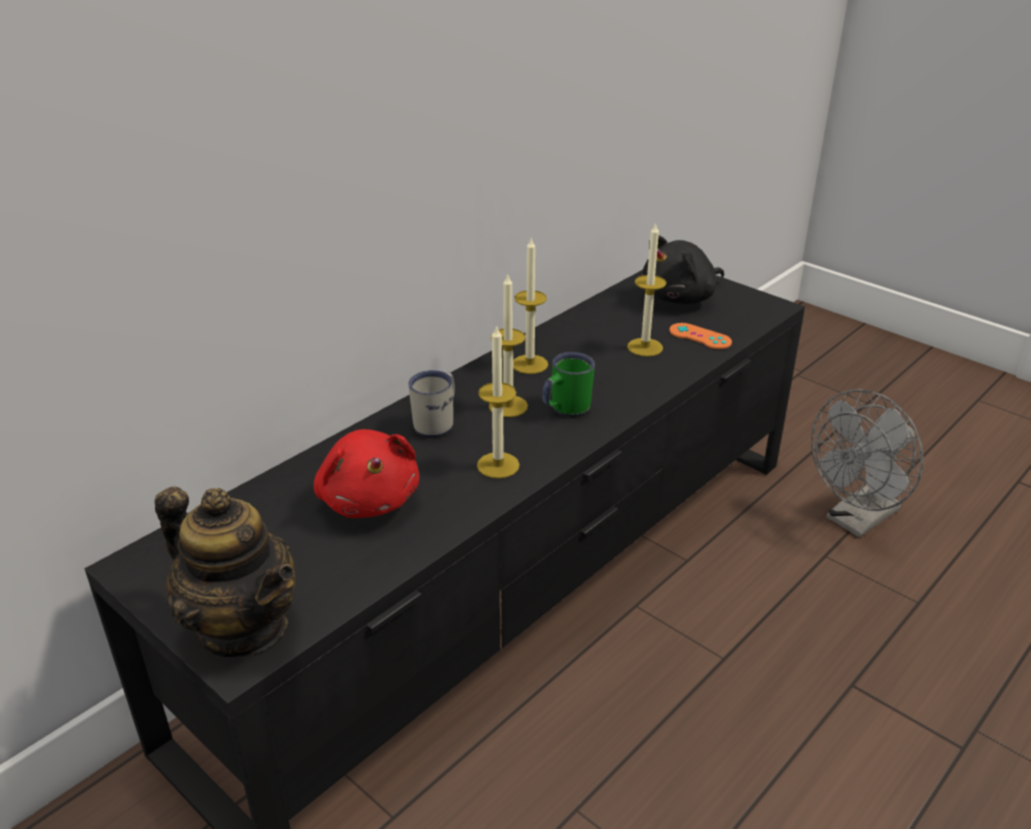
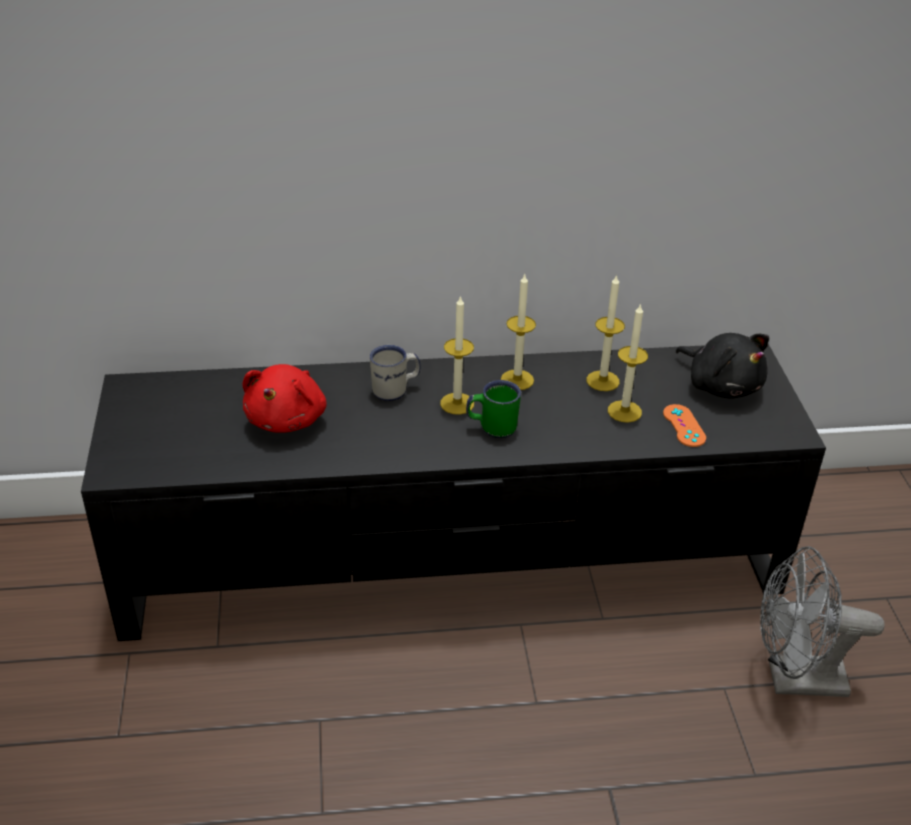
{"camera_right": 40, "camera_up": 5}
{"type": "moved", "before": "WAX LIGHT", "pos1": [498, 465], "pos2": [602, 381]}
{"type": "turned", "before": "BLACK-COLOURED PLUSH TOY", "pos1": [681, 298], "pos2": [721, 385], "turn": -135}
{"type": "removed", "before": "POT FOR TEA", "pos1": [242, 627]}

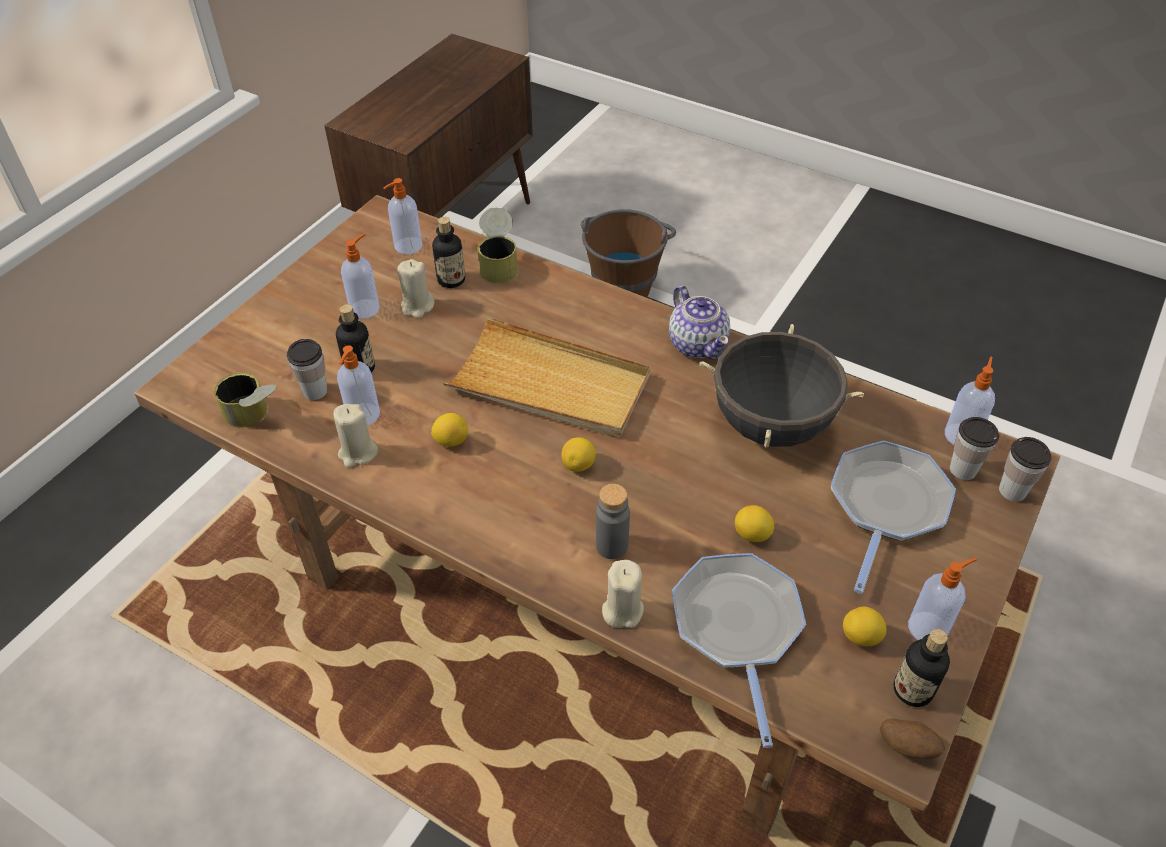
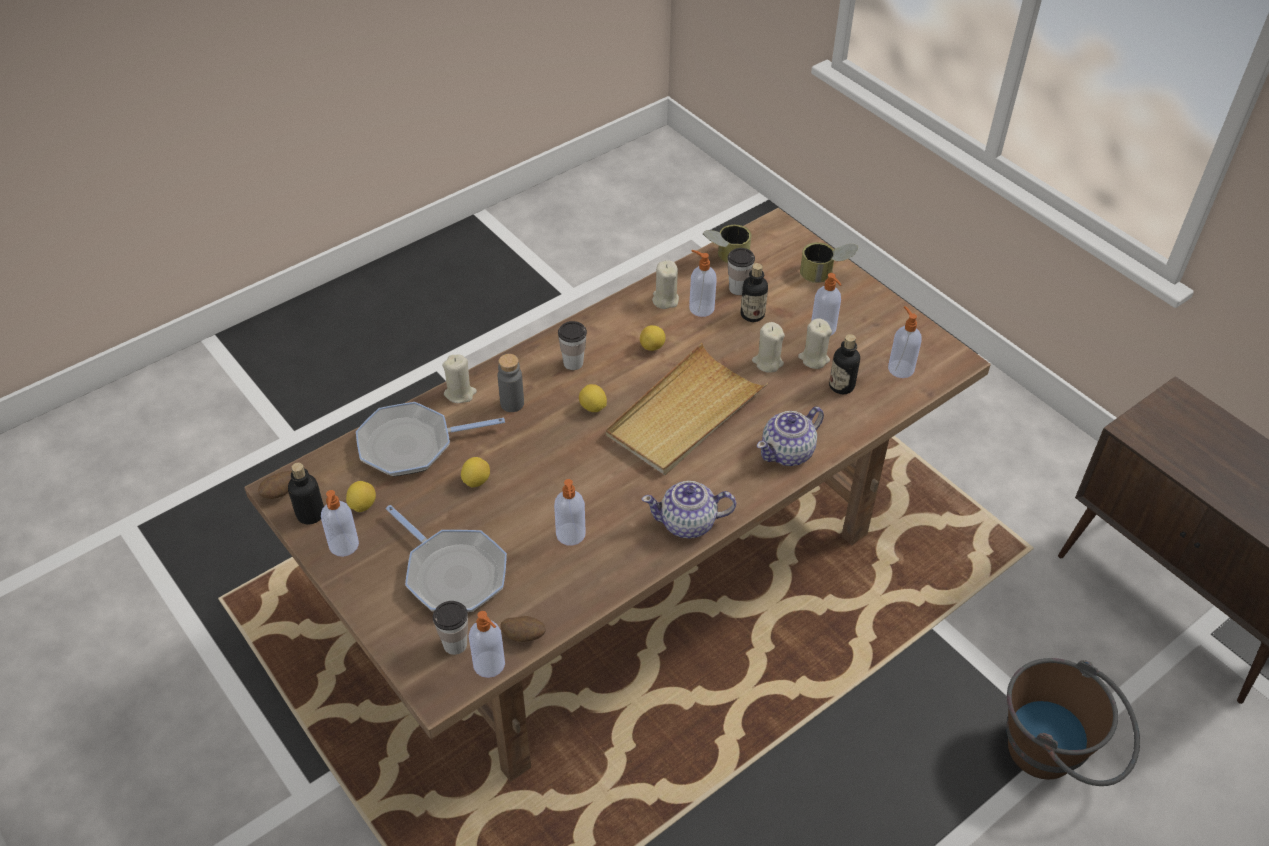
{"camera_right": 110, "camera_up": 0}
{"type": "turned", "before": "PAN", "pos1": [737, 627], "pos2": [411, 445], "turn": 150}
{"type": "added", "after": "WHOLE POTATO", "pos2": [524, 636]}
{"type": "replaced", "before": "BLACK-COLOURED STOCKPOT", "after": "SOAP BOTTLE", "pos1": [770, 425], "pos2": [571, 535]}
{"type": "moved", "before": "DRINKING CUP", "pos1": [1012, 490], "pos2": [573, 363]}
{"type": "added", "after": "BEIGE WAX LIGHT", "pos2": [767, 362]}
{"type": "added", "after": "POT FOR TEA", "pos2": [788, 452]}
{"type": "moved", "before": "METAL CAN", "pos1": [499, 263], "pos2": [826, 274]}

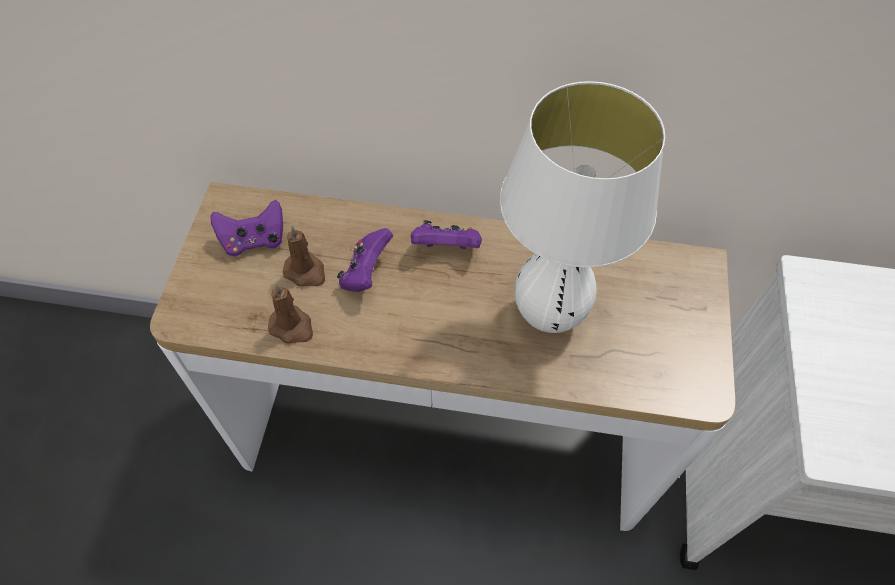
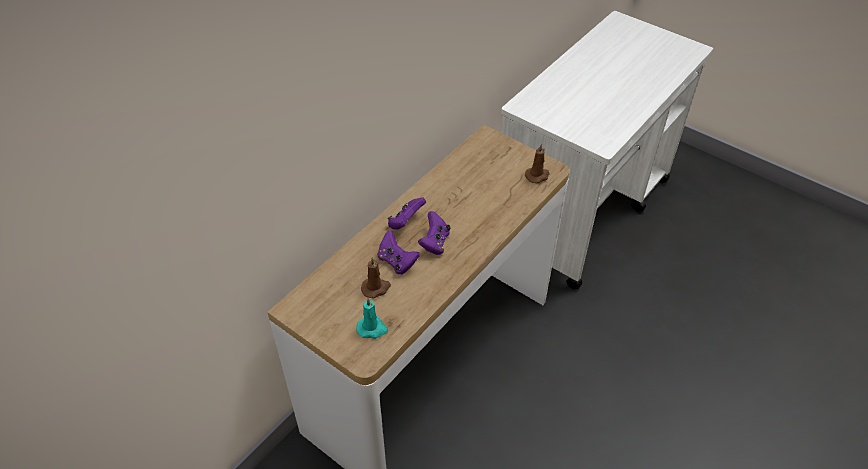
{"camera_right": -60, "camera_up": -10}
{"type": "added", "after": "BLUE-GREEN WAX LIGHT", "pos2": [372, 329]}
{"type": "moved", "before": "PURPLE-COLOURED JOYPAD", "pos1": [254, 240], "pos2": [434, 243]}
{"type": "moved", "before": "BROWN-COLOURED WAX LIGHT", "pos1": [292, 327], "pos2": [537, 176]}
{"type": "removed", "before": "WHITE TABLE LAMP", "pos1": [548, 315]}

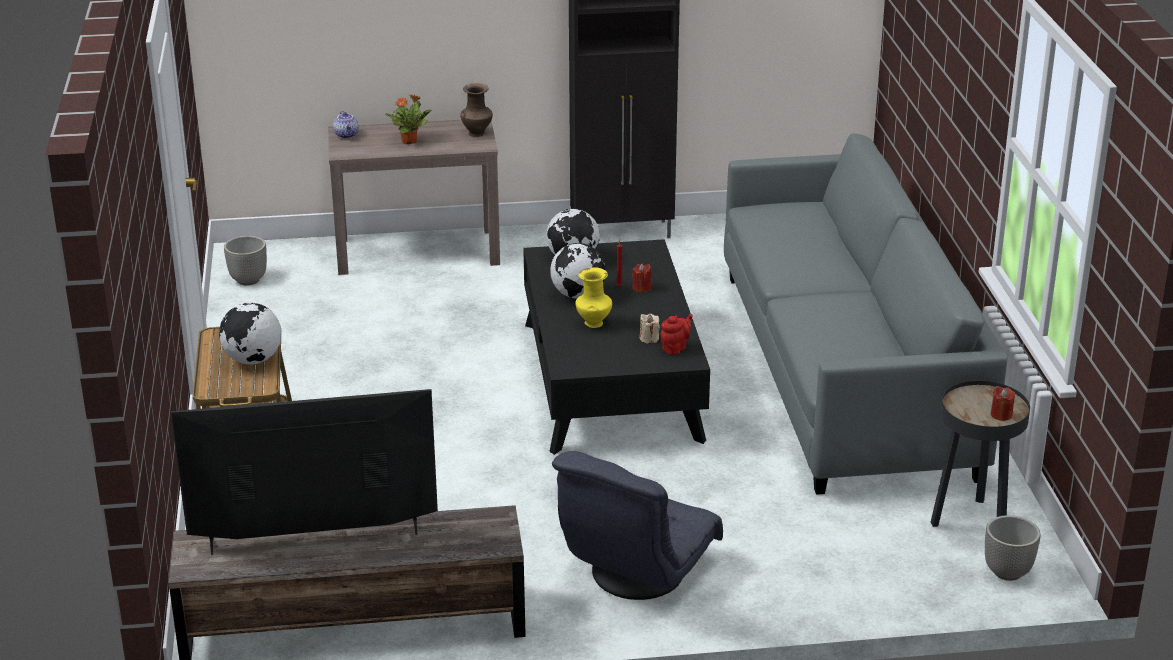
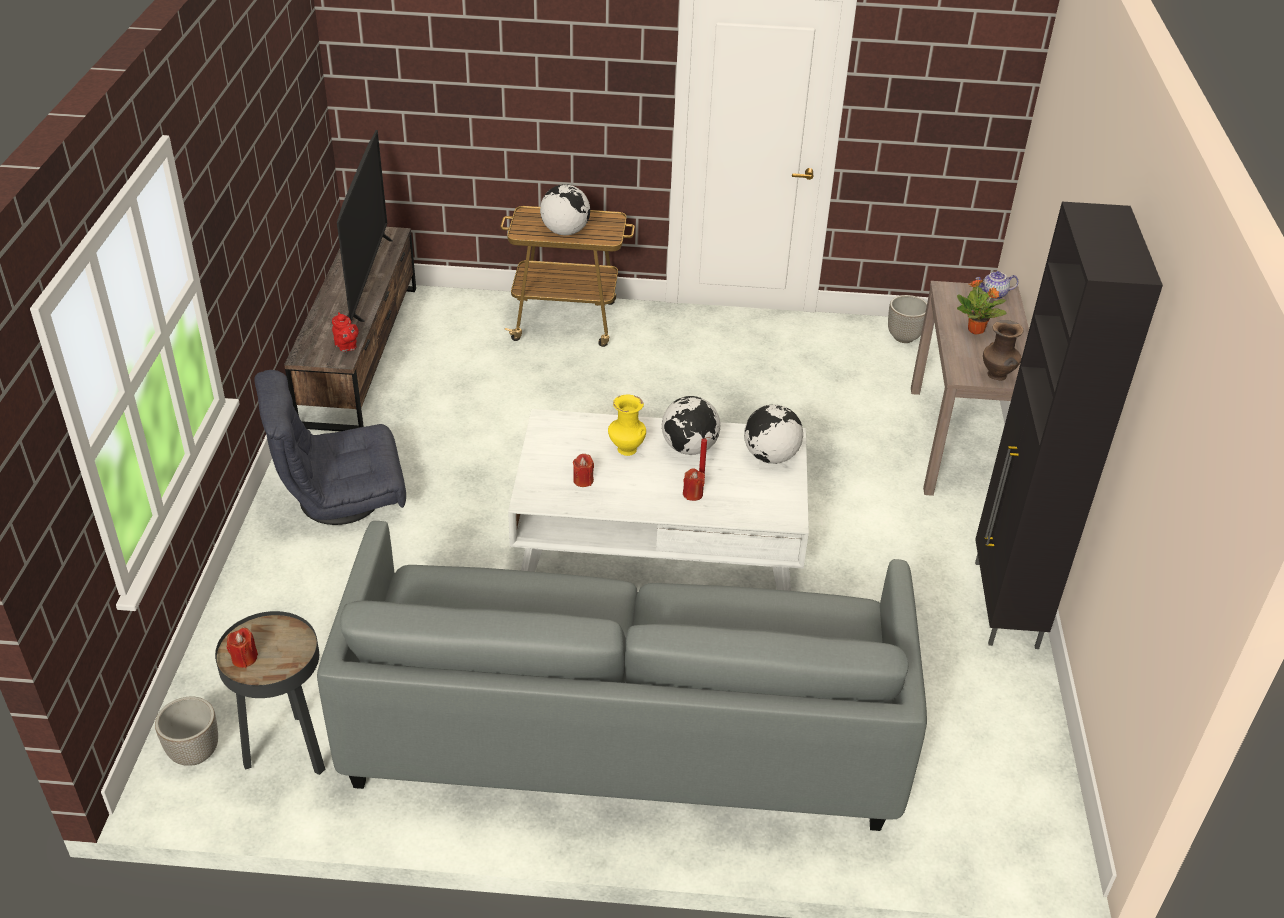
{"camera_right": 100, "camera_up": 10}
{"type": "turned", "before": "GREY ARMCHAIR", "pos1": [635, 572], "pos2": [341, 498], "turn": -60}
{"type": "moved", "before": "RED POT FOR TEA", "pos1": [675, 348], "pos2": [346, 347]}
{"type": "recoloured", "before": "BLACK-COLOURED LOUNGE TABLE", "after": "WHITE LOUNGE TABLE", "pos1": [611, 381], "pos2": [658, 536]}
{"type": "recoloured", "before": "BEIGE WAX LIGHT", "after": "RED WAX LIGHT", "pos1": [649, 339], "pos2": [583, 480]}

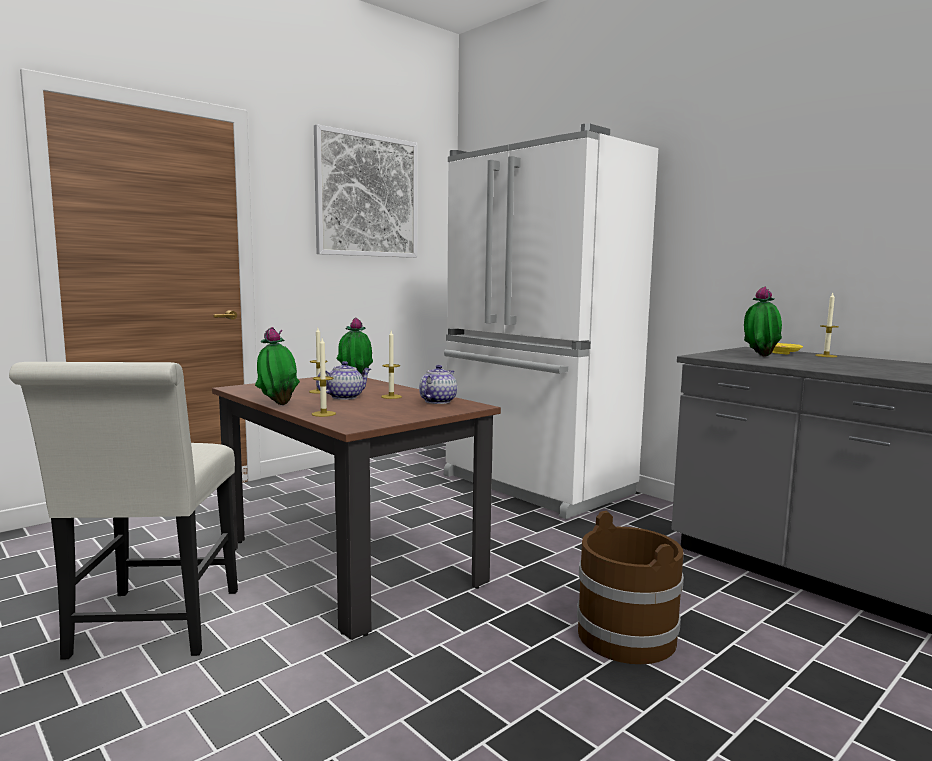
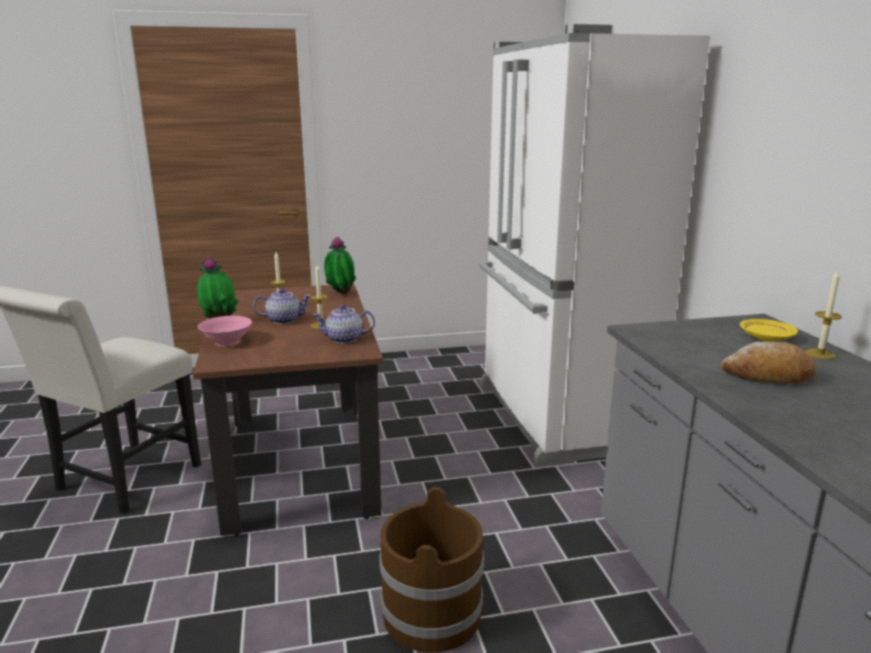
{"camera_right": 30, "camera_up": 10}
{"type": "replaced", "before": "WAX LIGHT", "after": "PINK BOWL", "pos1": [323, 414], "pos2": [226, 342]}
{"type": "turned", "before": "POT FOR TEA", "pos1": [437, 401], "pos2": [344, 339], "turn": -150}
{"type": "added", "after": "BAKERY BREAD", "pos2": [768, 376]}
{"type": "removed", "before": "WALL ART", "pos1": [367, 196]}
{"type": "removed", "before": "POTTED PLANT", "pos1": [759, 356]}

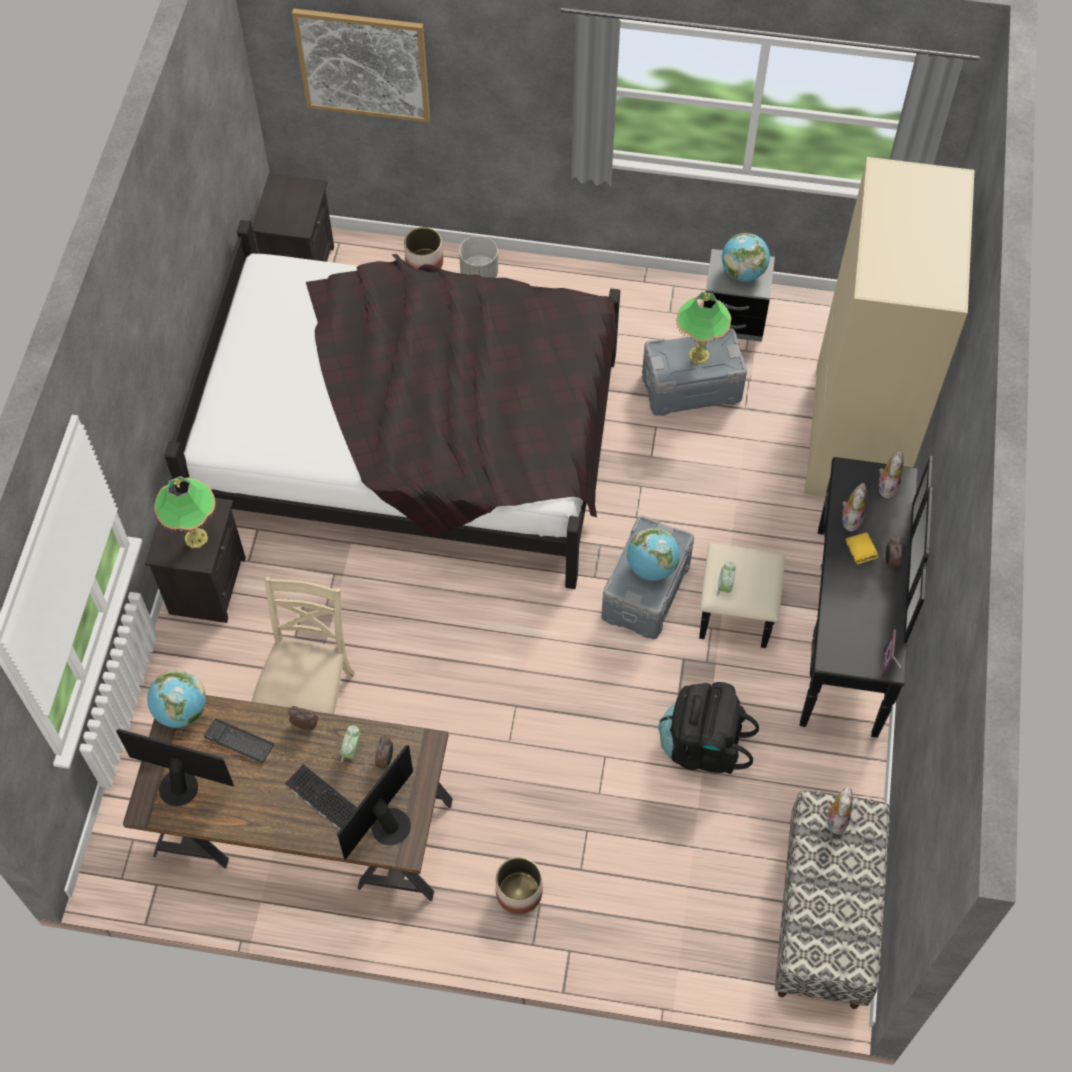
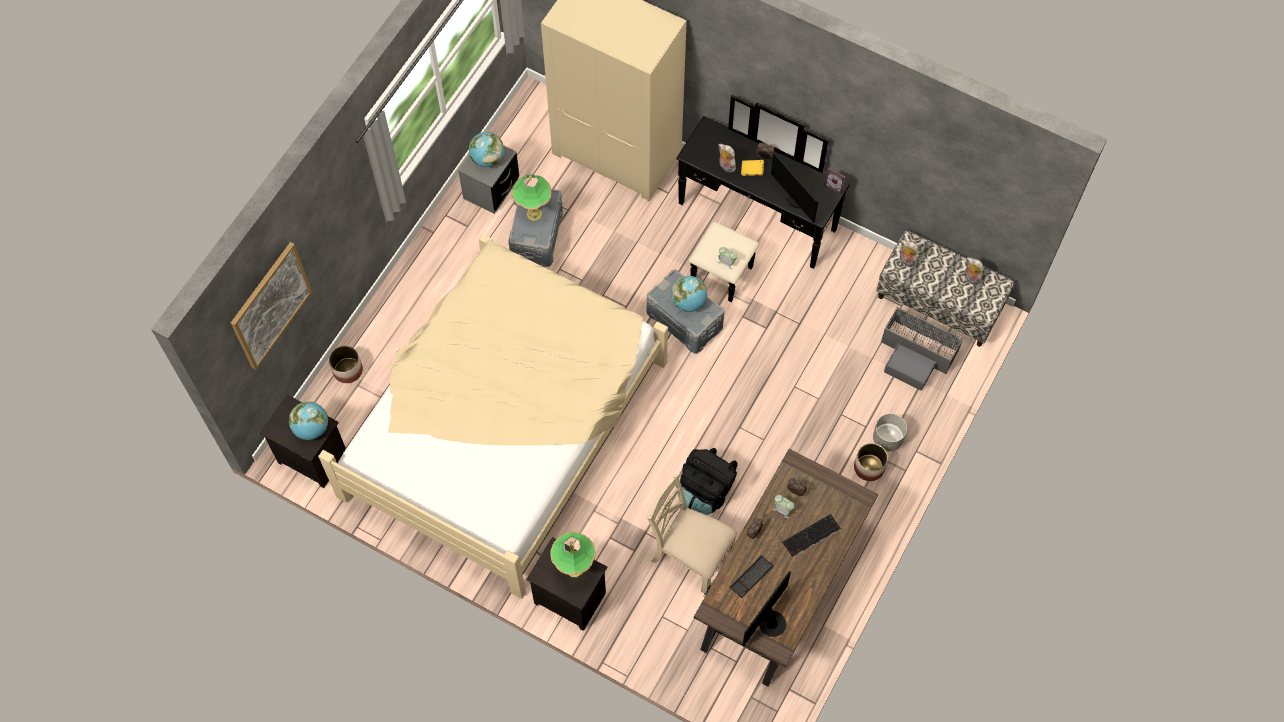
{"camera_right": -70, "camera_up": 5}
{"type": "moved", "before": "GLOBE", "pos1": [181, 711], "pos2": [312, 428]}
{"type": "recoloured", "before": "BLACK-COLOURED BEDROOM BED", "after": "BEIGE BEDROOM BED", "pos1": [413, 440], "pos2": [504, 426]}
{"type": "moved", "before": "BLACK-COLOURED BACKPACK", "pos1": [702, 745], "pos2": [706, 491]}
{"type": "moved", "before": "MONITOR", "pos1": [386, 824], "pos2": [796, 199]}
{"type": "moved", "before": "GREY PLANTER", "pos1": [479, 273], "pos2": [887, 438]}
{"type": "added", "after": "GREY STORAGE CONTAINER", "pos2": [917, 354]}
{"type": "moved", "before": "PLUSH TOY", "pos1": [887, 486], "pos2": [970, 278]}

